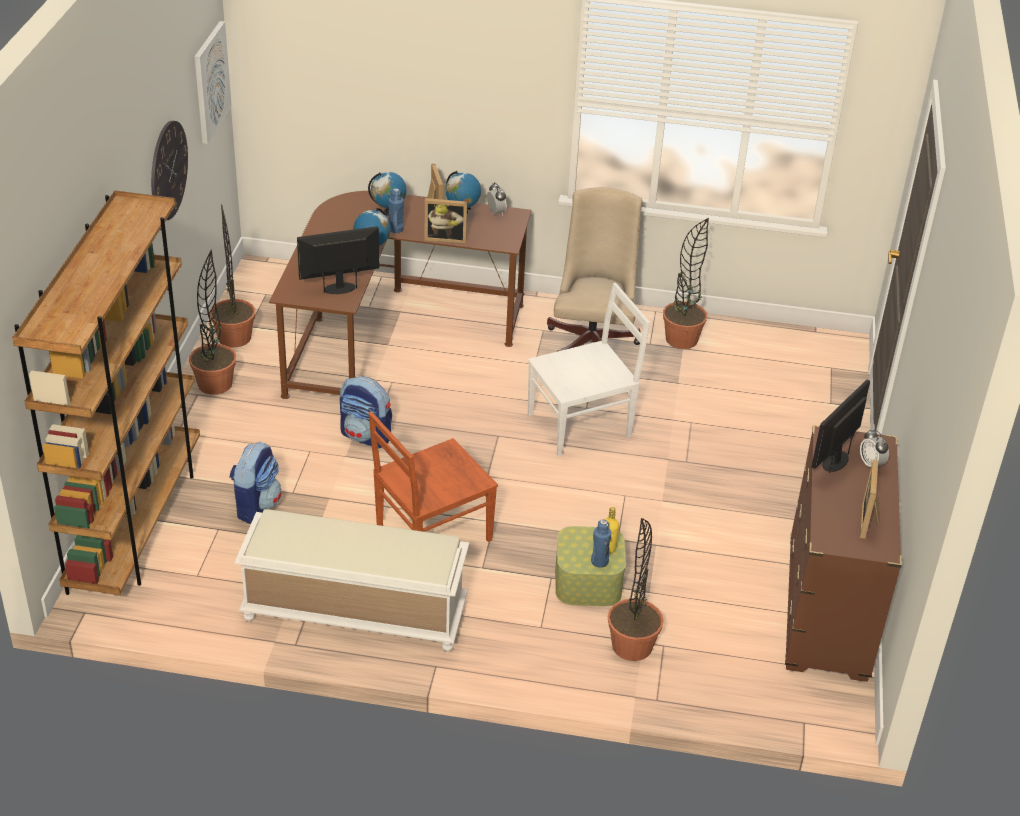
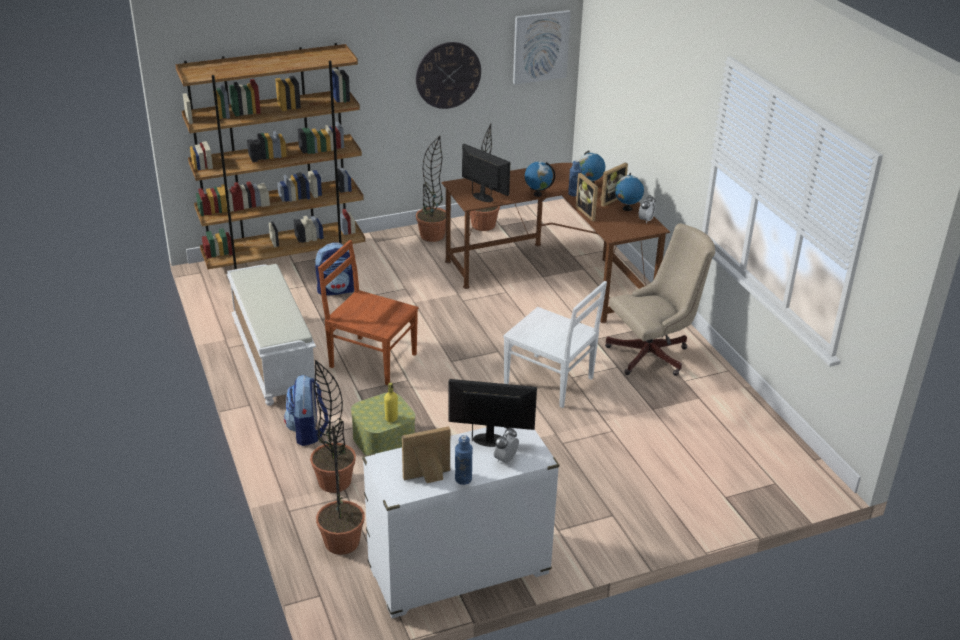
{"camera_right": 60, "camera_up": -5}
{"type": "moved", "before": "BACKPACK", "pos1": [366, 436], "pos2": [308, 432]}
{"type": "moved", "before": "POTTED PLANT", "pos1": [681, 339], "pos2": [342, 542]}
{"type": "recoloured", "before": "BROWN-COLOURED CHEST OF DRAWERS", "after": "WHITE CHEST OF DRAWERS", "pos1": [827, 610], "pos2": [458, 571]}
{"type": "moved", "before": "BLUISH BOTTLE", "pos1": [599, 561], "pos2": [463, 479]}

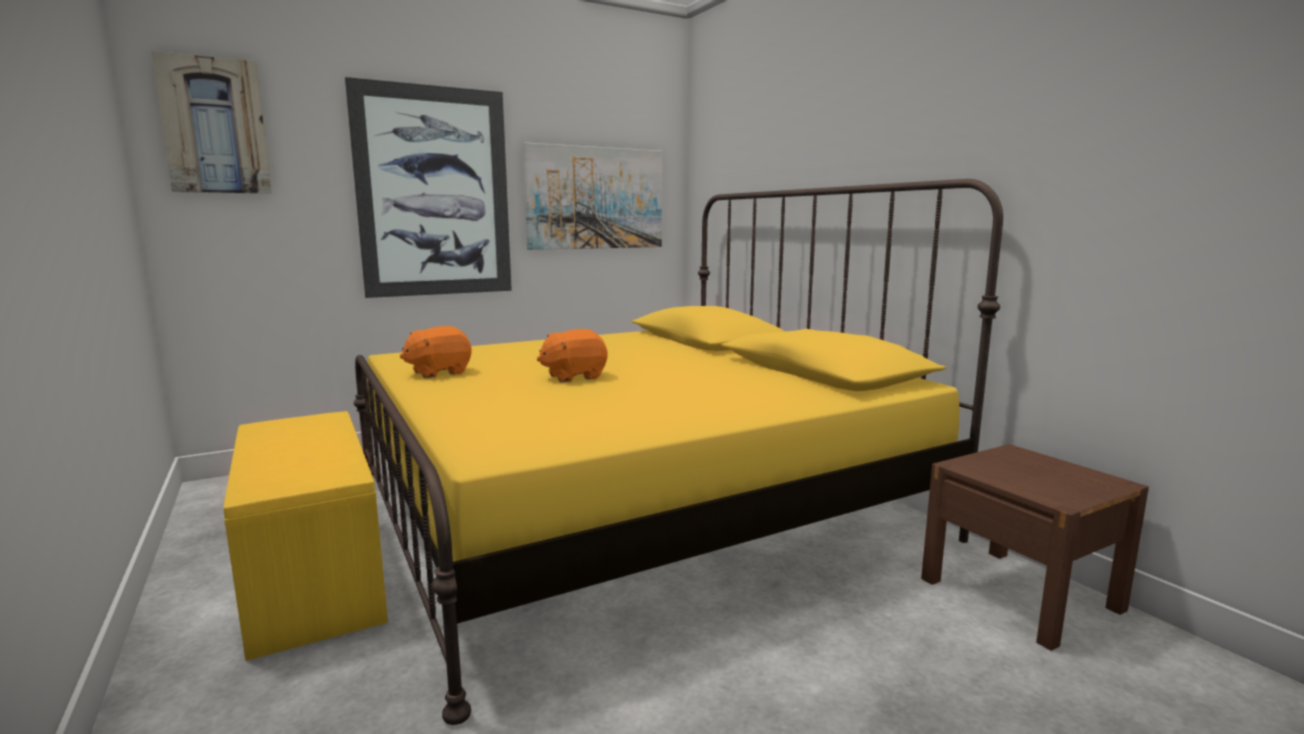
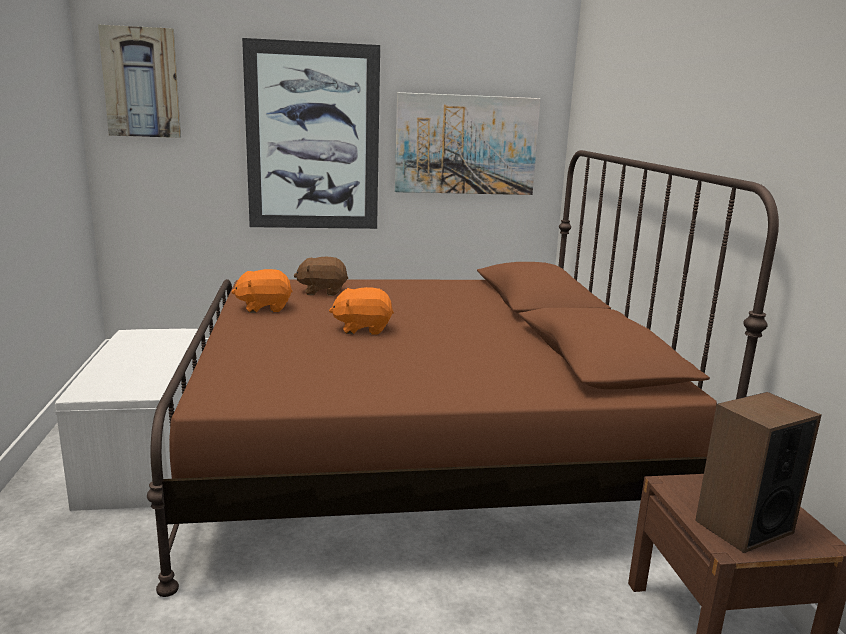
{"camera_right": 20, "camera_up": 5}
{"type": "recoloured", "before": "YELLOW BENCH", "after": "WHITE BENCH", "pos1": [316, 576], "pos2": [147, 457]}
{"type": "recoloured", "before": "YELLOW BEDROOM BED", "after": "BROWN-COLOURED BEDROOM BED", "pos1": [632, 504], "pos2": [419, 446]}
{"type": "added", "after": "BROWN-COLOURED PLUSH TOY", "pos2": [322, 291]}
{"type": "added", "after": "SPEAKER", "pos2": [743, 526]}

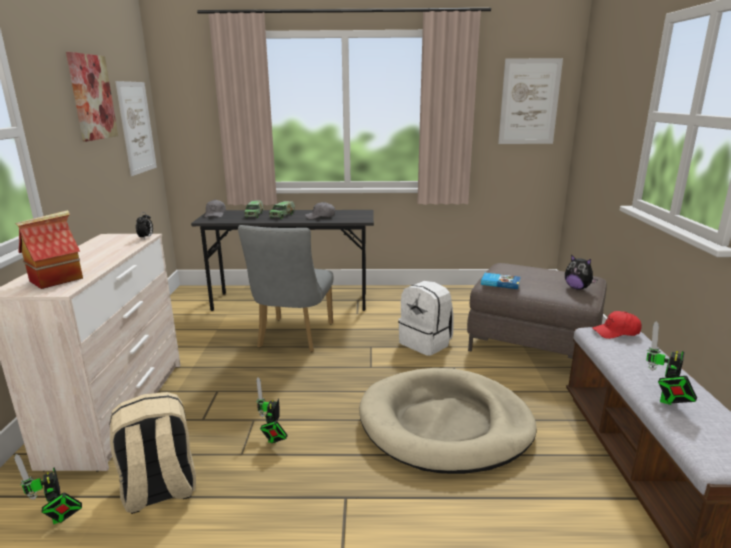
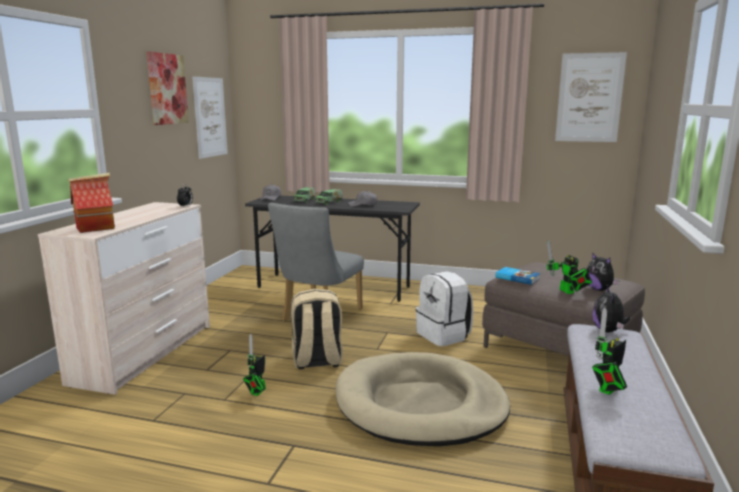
{"camera_right": 15, "camera_up": -5}
{"type": "moved", "before": "BEIGE BACKPACK", "pos1": [159, 490], "pos2": [317, 361]}
{"type": "moved", "before": "TOY ROBOT", "pos1": [59, 518], "pos2": [568, 292]}
{"type": "replaced", "before": "RED BASEBALL CAP", "after": "PLUSH TOY", "pos1": [616, 332], "pos2": [608, 331]}

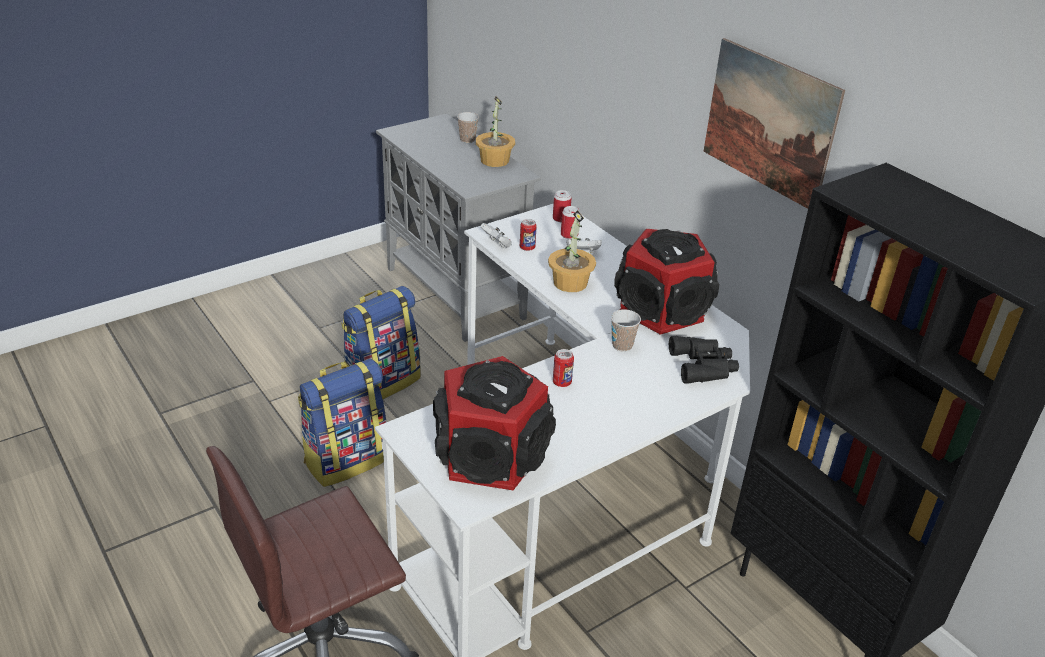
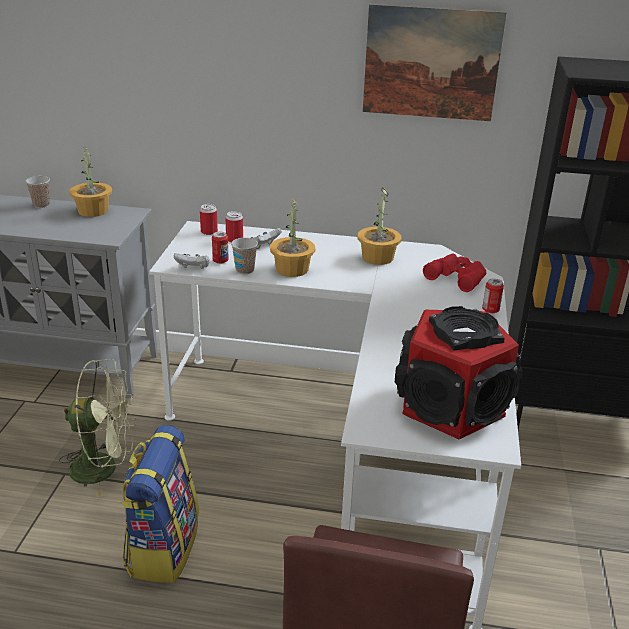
{"camera_right": -45, "camera_up": -5}
{"type": "replaced", "before": "BACKPACK", "after": "GREENISH FAN", "pos1": [382, 382], "pos2": [104, 468]}
{"type": "moved", "before": "DRINKING CUP", "pos1": [622, 345], "pos2": [245, 270]}
{"type": "replaced", "before": "SPEAKER", "after": "POTTED PLANT", "pos1": [662, 310], "pos2": [377, 257]}
{"type": "recoloured", "before": "BLACK-COLOURED PAIR OF BINOCULARS", "after": "RED PAIR OF BINOCULARS", "pos1": [704, 365], "pos2": [457, 276]}
{"type": "moved", "before": "METAL CAN", "pos1": [562, 382], "pos2": [490, 310]}

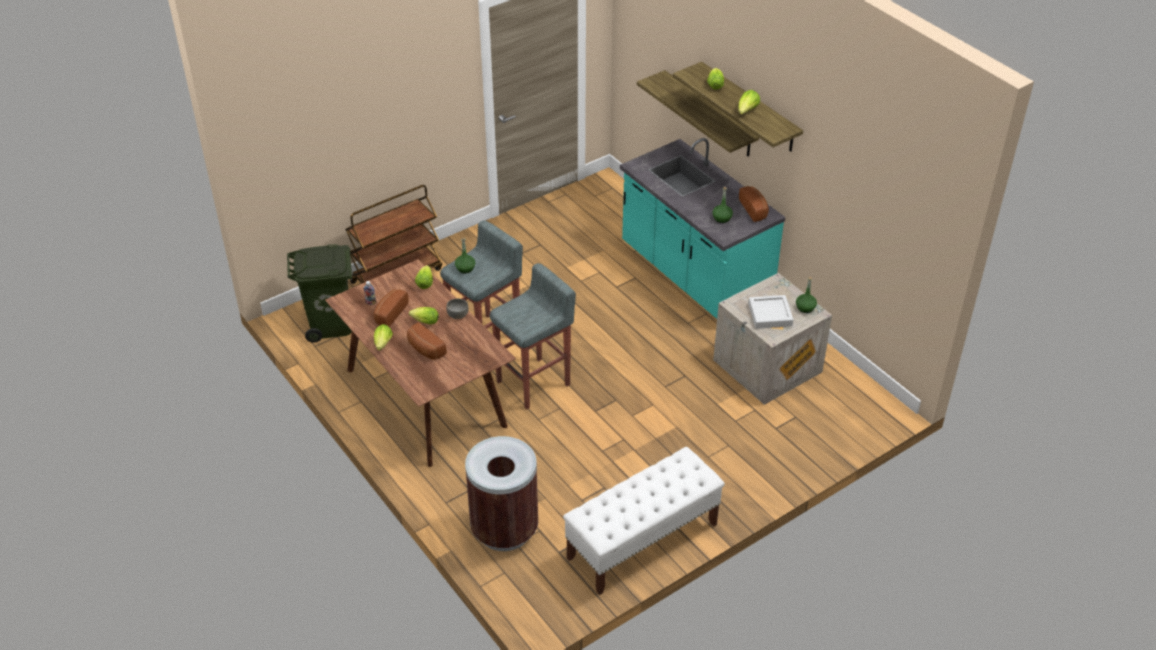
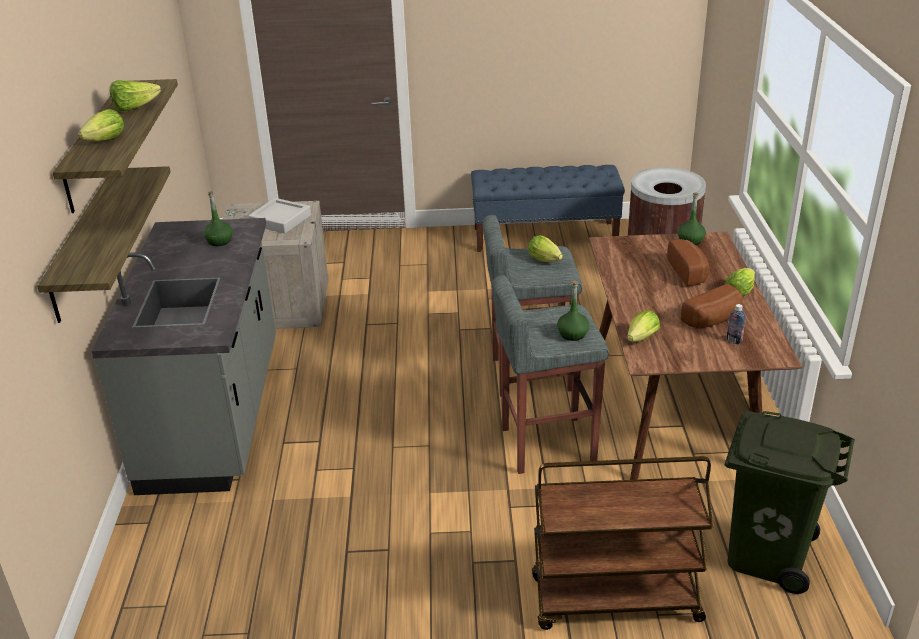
{"camera_right": -145, "camera_up": -10}
{"type": "recoloured", "before": "BLUE-GREEN COUNTER", "after": "GREY COUNTER", "pos1": [694, 276], "pos2": [215, 415]}
{"type": "recoloured", "before": "WHITE BENCH", "after": "BLUISH BENCH", "pos1": [642, 541], "pos2": [545, 236]}
{"type": "moved", "before": "HEAD OF LETTUCE", "pos1": [424, 321], "pos2": [546, 261]}
{"type": "moved", "before": "GREENISH BOTTLE", "pos1": [805, 308], "pos2": [690, 240]}
{"type": "removed", "before": "GREY BOWL", "pos1": [457, 315]}
{"type": "removed", "before": "BAKERY BREAD", "pos1": [755, 209]}

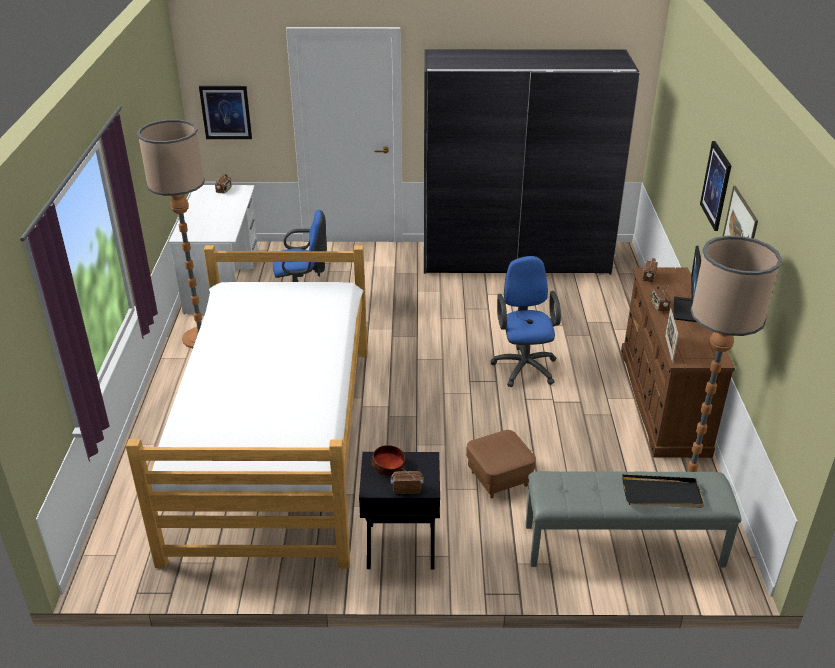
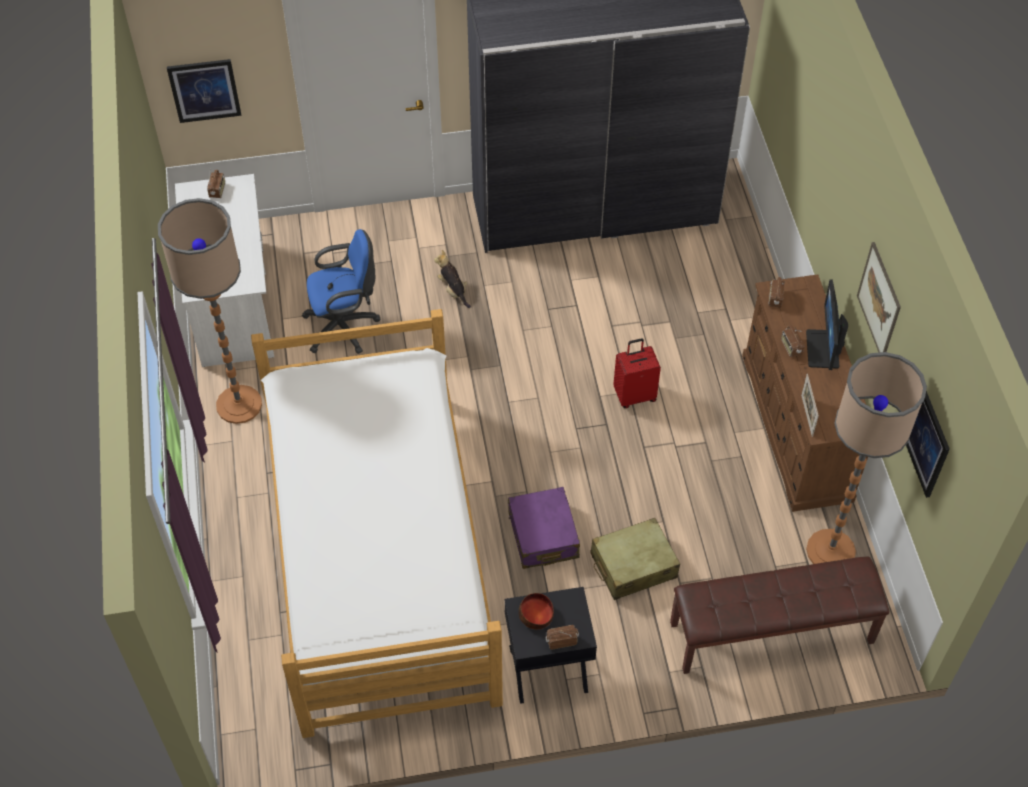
{"camera_right": -10, "camera_up": 20}
{"type": "added", "after": "PLUSH TOY", "pos2": [453, 290]}
{"type": "added", "after": "PURPLE-COLOURED TRAVEL CASE", "pos2": [543, 535]}
{"type": "replaced", "before": "BROWN-COLOURED FOOTREST", "after": "BEIGE TRAVEL CASE", "pos1": [499, 478], "pos2": [633, 566]}
{"type": "replaced", "before": "BLUISH COMPUTER CHAIR", "after": "RED TRAVEL CASE", "pos1": [524, 365], "pos2": [634, 395]}
{"type": "recoloured", "before": "GREY BENCH", "after": "BROWN-COLOURED BENCH", "pos1": [623, 546], "pos2": [771, 633]}
{"type": "moved", "before": "WALL ART", "pos1": [716, 185], "pos2": [927, 442]}
{"type": "removed", "before": "BLACK-COLOURED CARRYING TRAY", "pos1": [662, 494]}

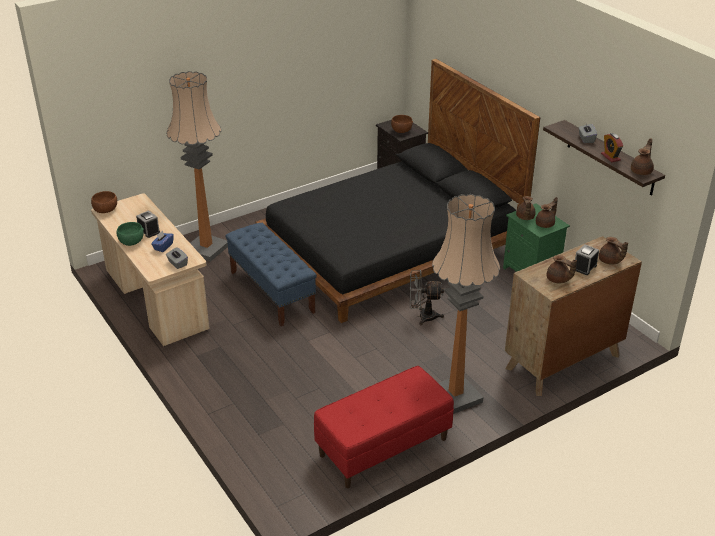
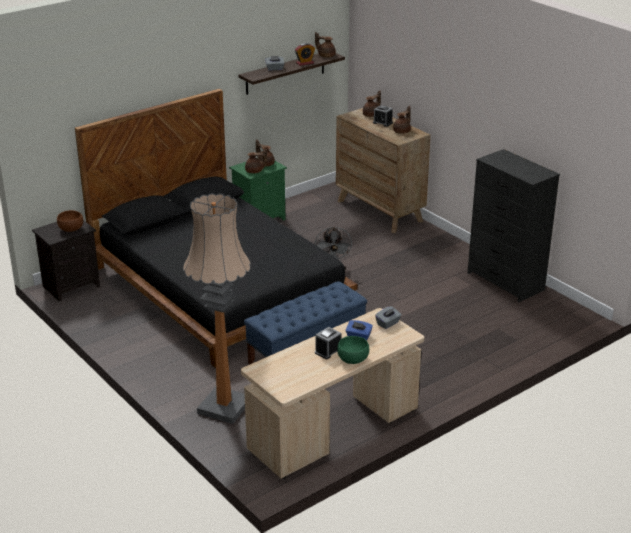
{"camera_right": -95, "camera_up": -5}
{"type": "replaced", "before": "RED BENCH", "after": "BLACK-COLOURED CHEST OF DRAWERS", "pos1": [383, 447], "pos2": [506, 282]}
{"type": "removed", "before": "BROWN-COLOURED BOWL", "pos1": [105, 210]}
{"type": "removed", "before": "FLOOR LAMP", "pos1": [455, 396]}

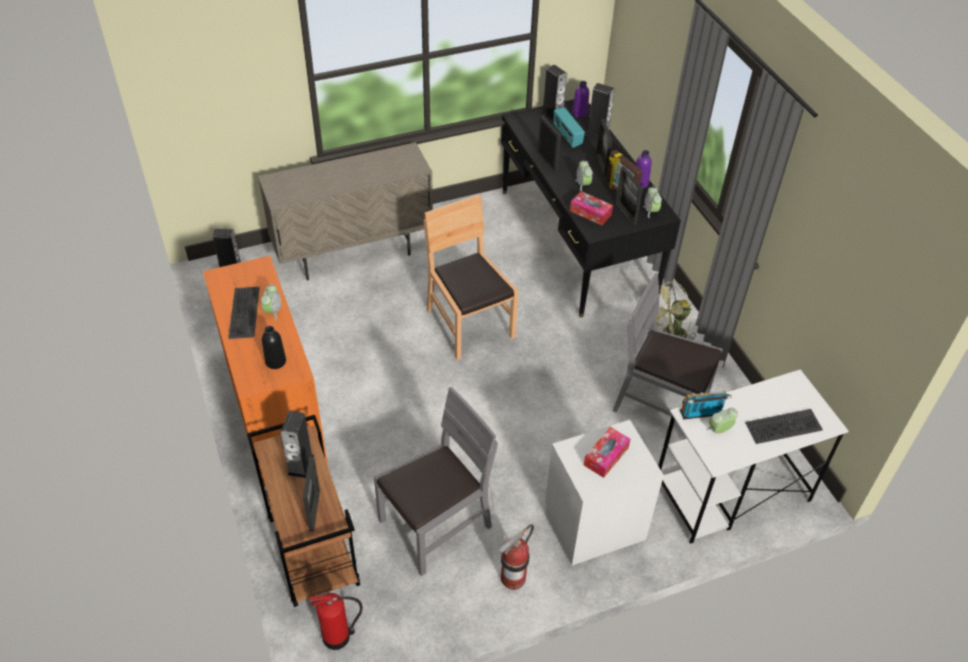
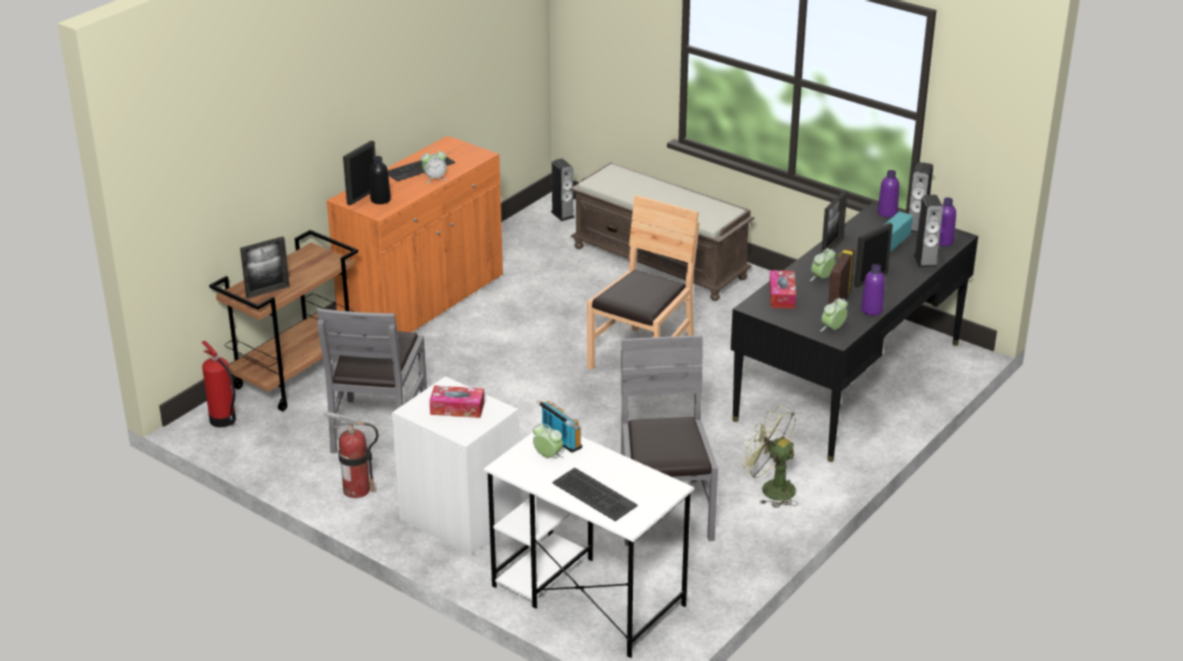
{"camera_right": 60, "camera_up": -15}
{"type": "turned", "before": "GREY CHAIR", "pos1": [435, 525], "pos2": [377, 427], "turn": 75}
{"type": "moved", "before": "PHOTO FRAME", "pos1": [625, 213], "pos2": [362, 196]}
{"type": "replaced", "before": "BEIGE CABINET", "after": "BROWN-COLOURED BENCH", "pos1": [353, 253], "pos2": [661, 262]}
{"type": "added", "after": "PURPLE-COLOURED BOTTLE", "pos2": [887, 213]}
{"type": "removed", "before": "SPEAKER", "pos1": [301, 465]}

